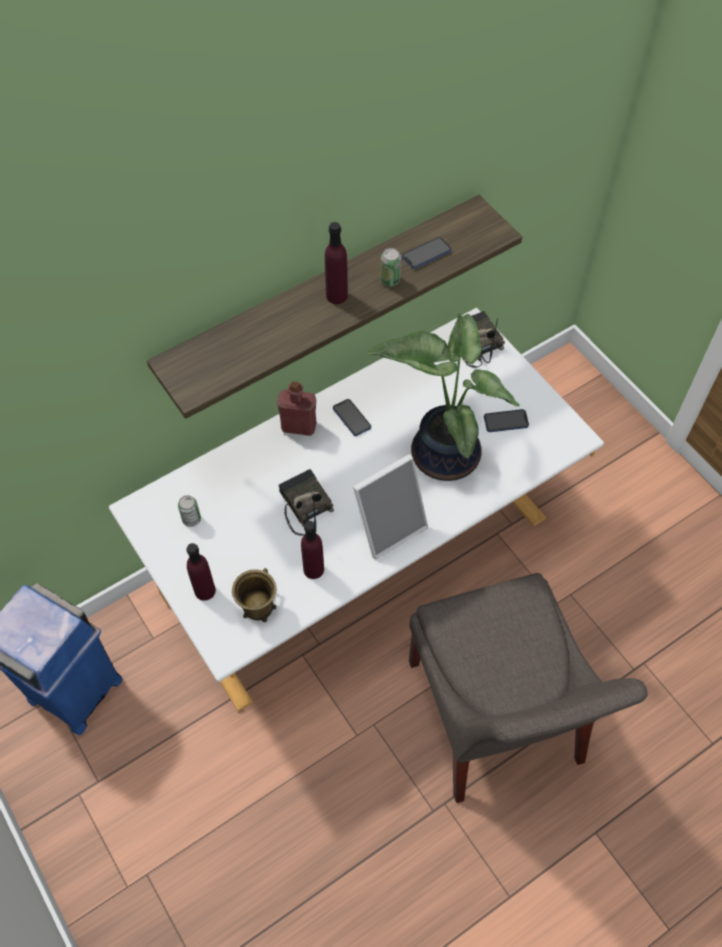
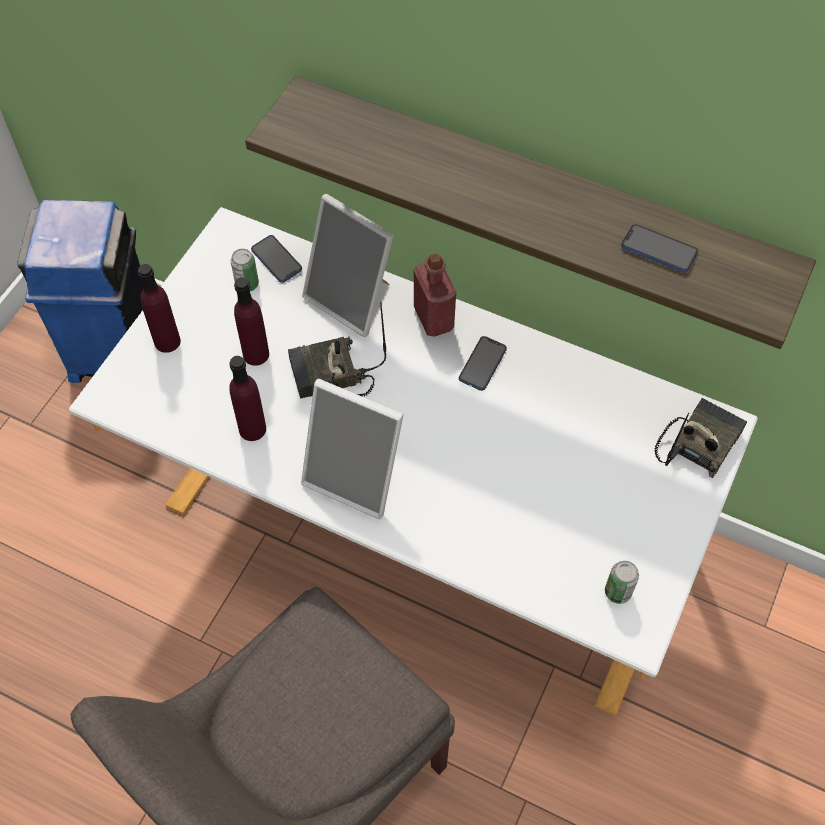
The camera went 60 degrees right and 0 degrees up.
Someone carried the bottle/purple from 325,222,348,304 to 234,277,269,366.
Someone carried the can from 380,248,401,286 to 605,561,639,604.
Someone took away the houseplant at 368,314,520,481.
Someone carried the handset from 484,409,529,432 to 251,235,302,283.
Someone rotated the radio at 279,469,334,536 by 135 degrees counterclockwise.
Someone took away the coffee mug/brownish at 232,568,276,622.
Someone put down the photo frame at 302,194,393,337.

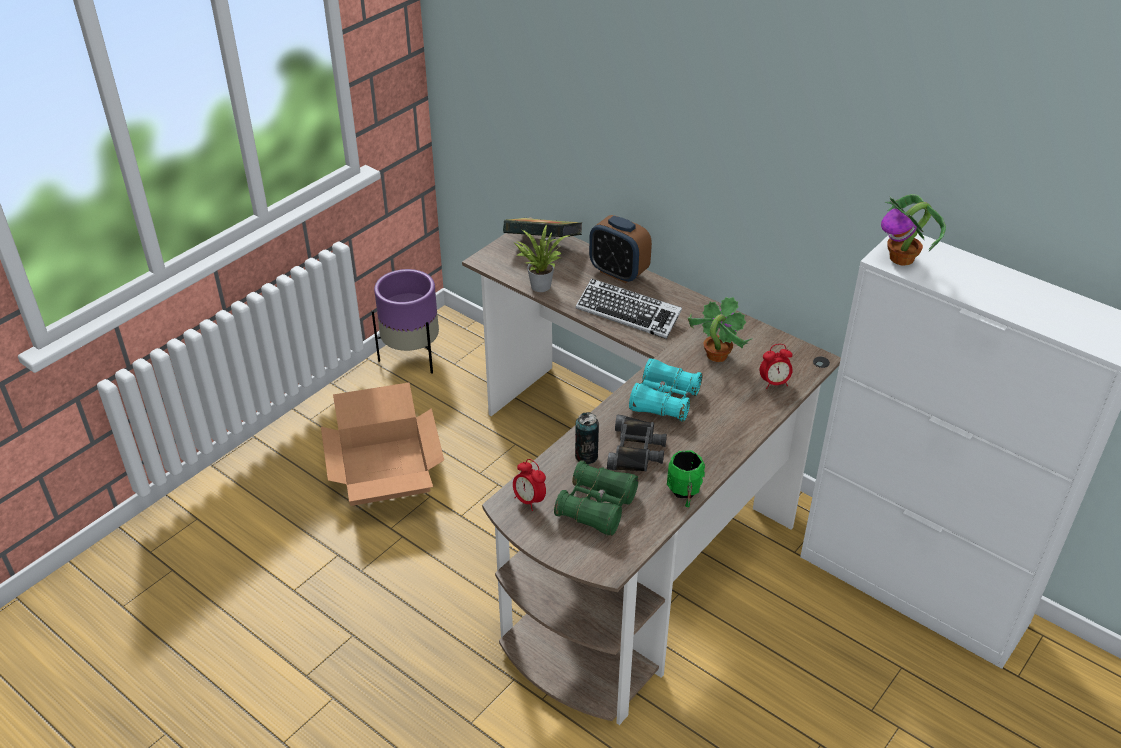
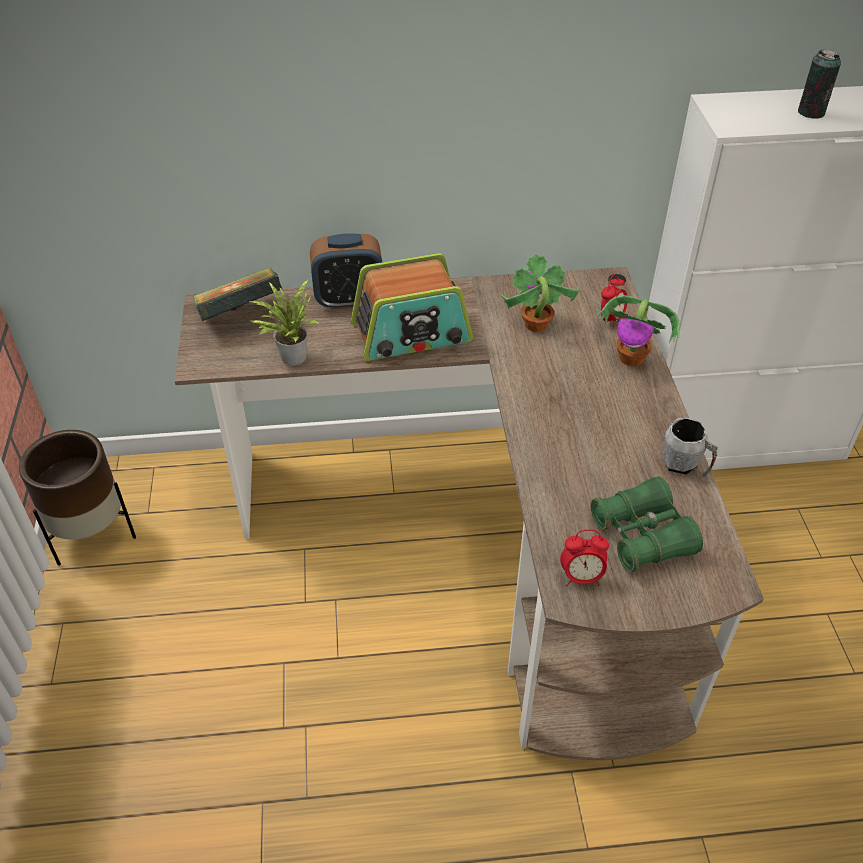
The camera went 45 degrees left and 5 degrees up.
Someone carried the houseplant from 881,194,946,266 to 597,295,680,366.
Someone repainted the flower pot/purple at 372,269,439,374, which became the flower pot/brownish at 19,430,136,566.
Someone swapped the computer keyboard at 576,278,682,339 for the radio at 351,253,473,361.
Someone took away the pair of binoculars/blue-green at 629,358,702,422.
Someone took away the cardboard box at 321,382,444,506.
Someone carried the can from 575,412,599,464 to 798,49,841,119.
Someone took away the pair of binoculars/black at 607,415,667,472.
Someone repainted the coffee mug/green-coloured at 667,450,705,507, which became the coffee mug/greyish at 662,418,719,477.

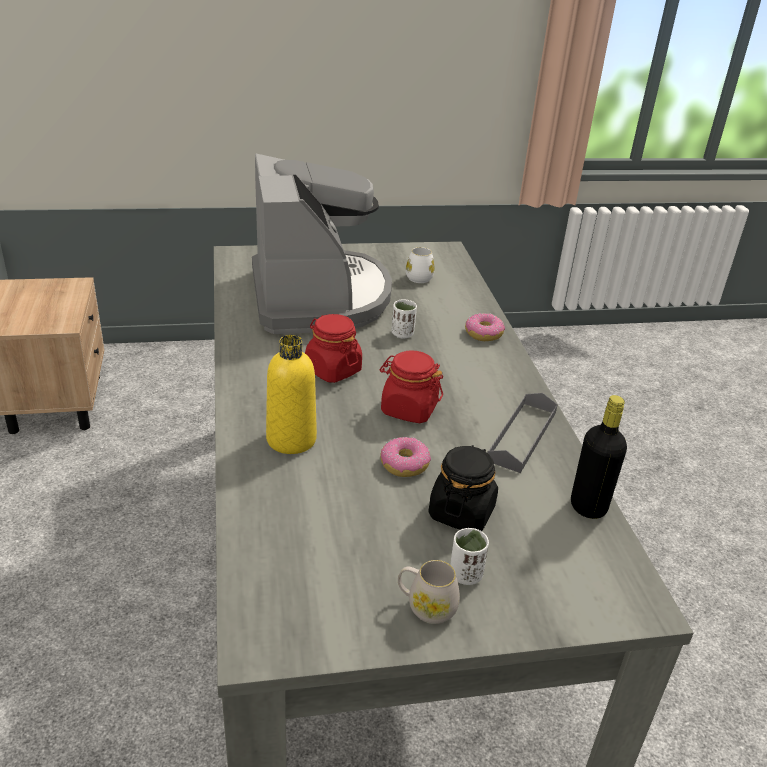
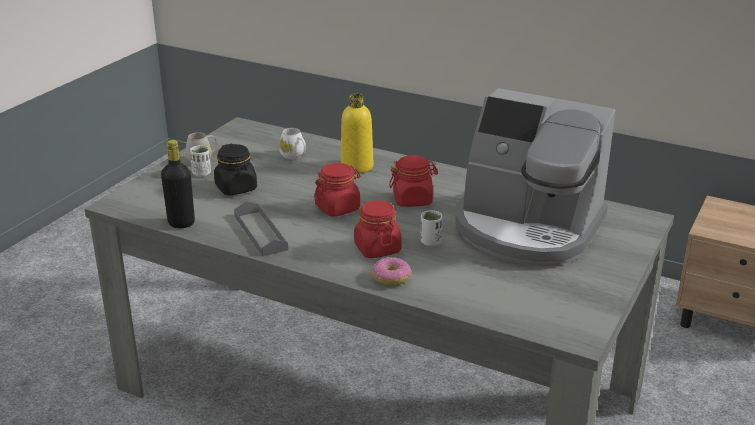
The camera went 130 degrees right and 5 degrees down.
Someone carried the coffee mug/white from 406,247,435,283 to 279,128,306,159.
Someone took away the ring doughnut at 380,437,431,477.
Someone put down the jar/red at 354,200,402,258.

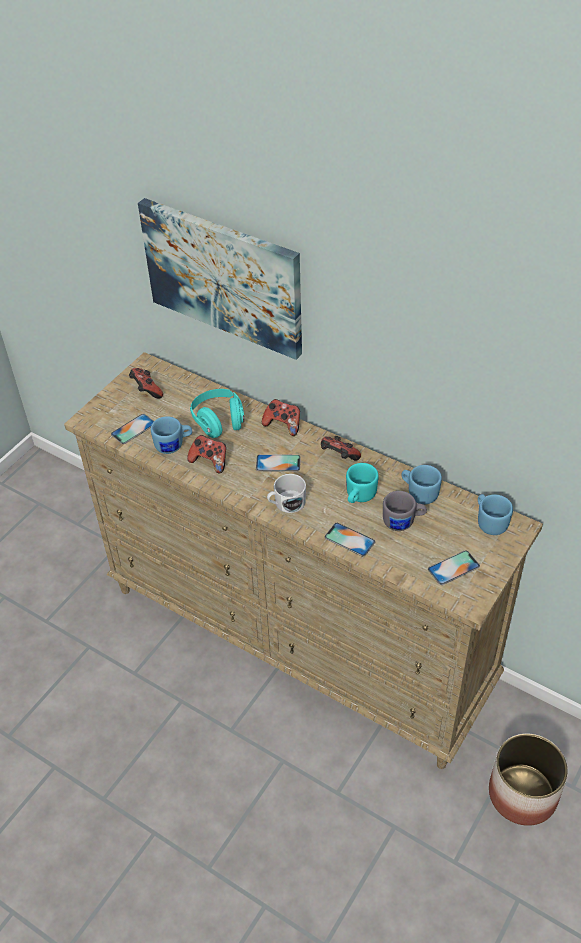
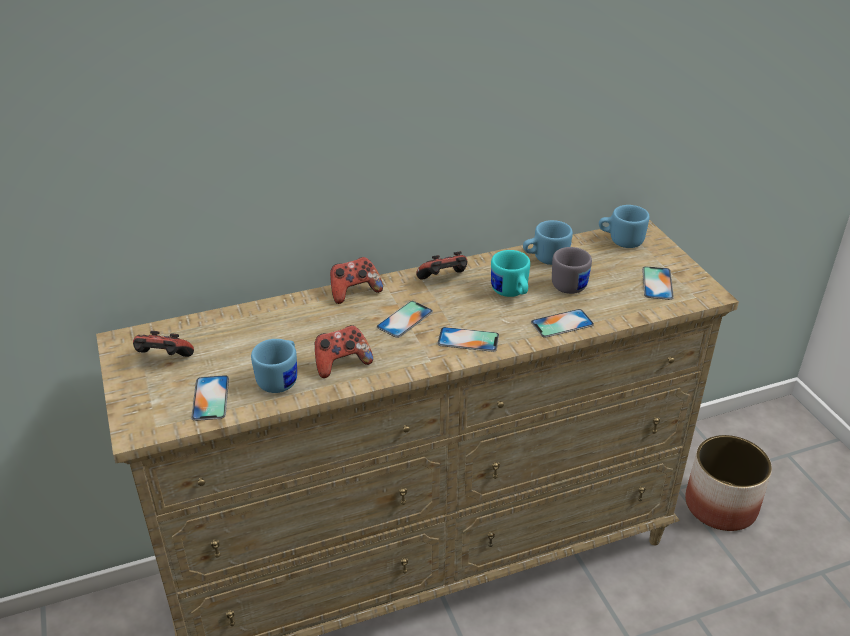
The camera went 55 degrees left and 10 degrees down.
Someone took away the wall art at 138,198,302,360.
Someone took away the pair of headphones/blue-green at 190,389,245,438.
Someone swapped the coffee mug/white at 267,474,306,513 for the handset at 437,327,499,352.

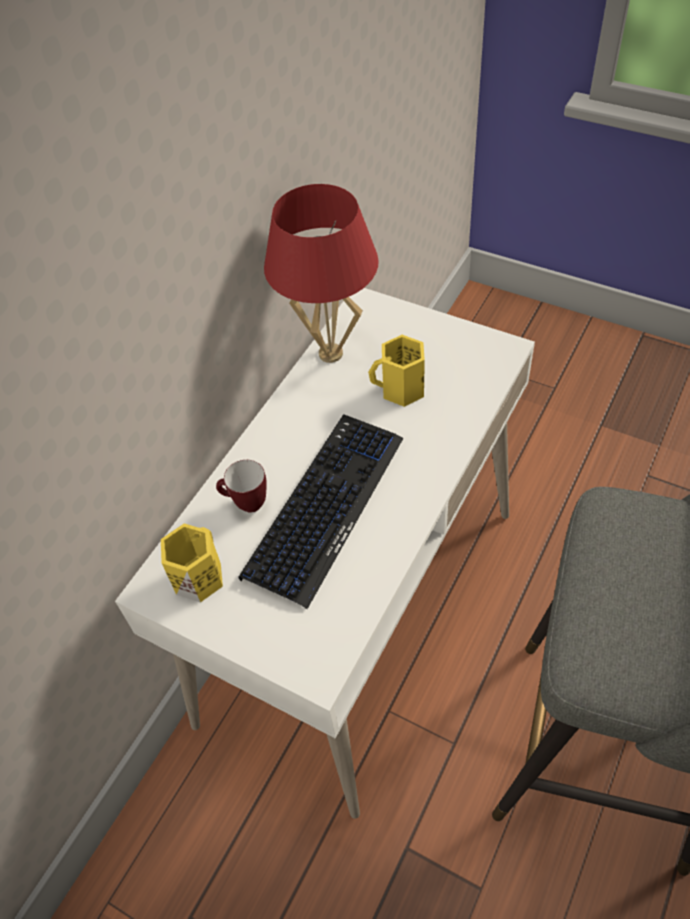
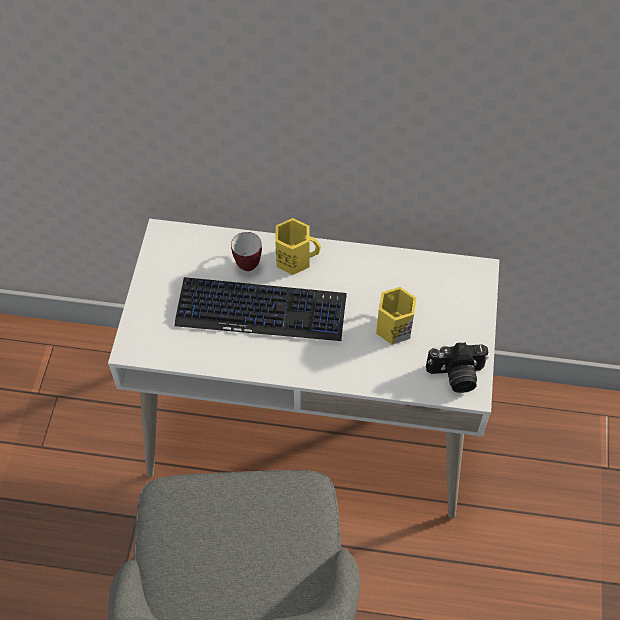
The camera went 65 degrees right and 5 degrees up.
Someone took away the lamp for a table/red at 264,184,379,363.
Someone carried the coffee mug/yellow-coloured from 161,523,223,603 to 275,218,321,275.
Someone put down the still camera at 426,342,489,393.

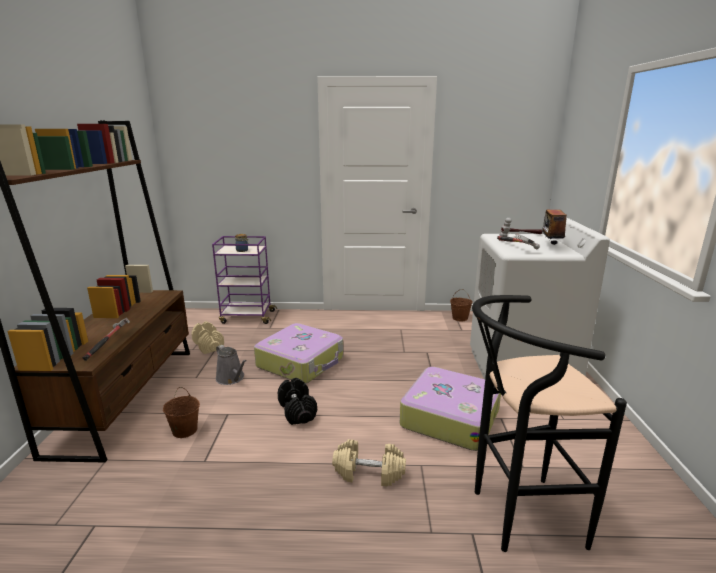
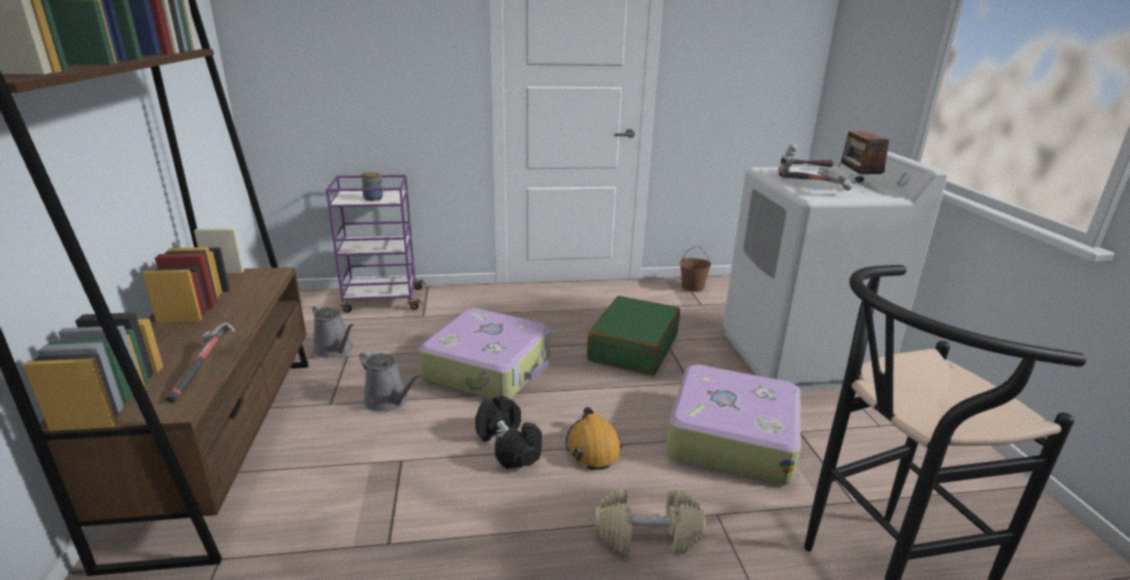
The camera went 10 degrees left and 5 degrees up.
Someone swapped the dumbbell/sand-coloured at 191,321,224,354 for the watering pot/greyish at 313,305,354,358.
Someone took away the water bucket/brownish at 163,387,200,438.
Someone put down the suitcase/green-coloured at 587,296,680,376.
Someone put down the work helmet/orange at 566,407,622,470.

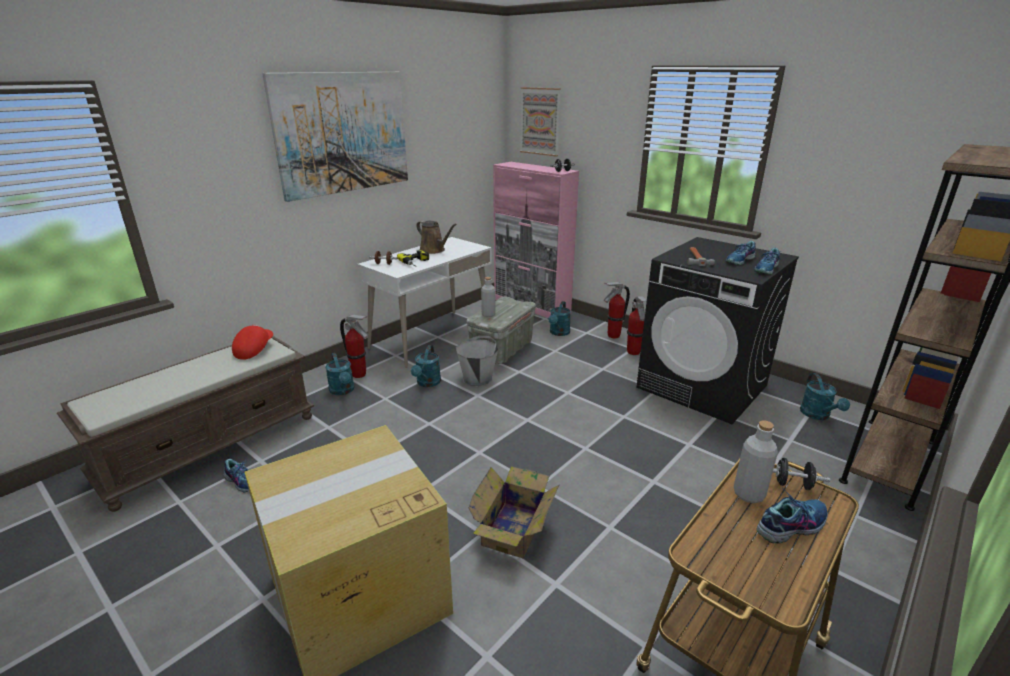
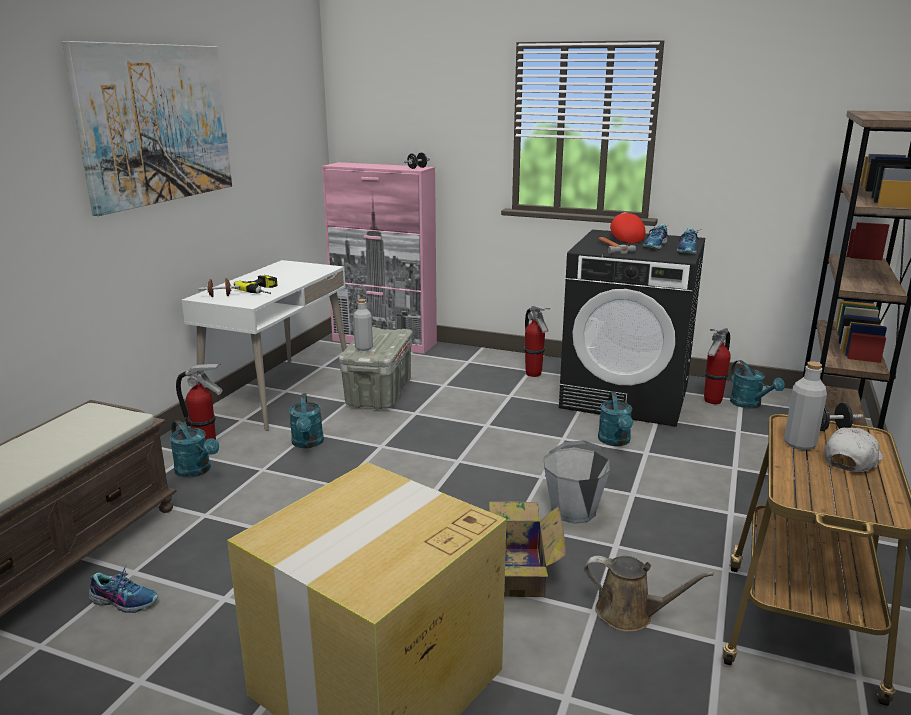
The camera went 20 degrees left and 5 degrees down.
Someone took away the wall art at 520,87,561,156.
Someone carried the watering pot/brownish from 416,221,457,254 to 584,556,714,632.
Someone carried the fire-fighting cylinder from 604,282,630,339 to 704,326,731,404.
Someone carried the watering pot/blue-green from 548,301,571,336 to 598,391,633,446.
Someone carried the baseball cap/red from 232,325,273,360 to 610,212,646,243.
Someone carried the water bucket/greyish from 456,336,498,386 to 544,440,610,524.
Someone swapped the item of footwear at 757,487,828,544 for the baseball cap/white at 824,428,883,472.

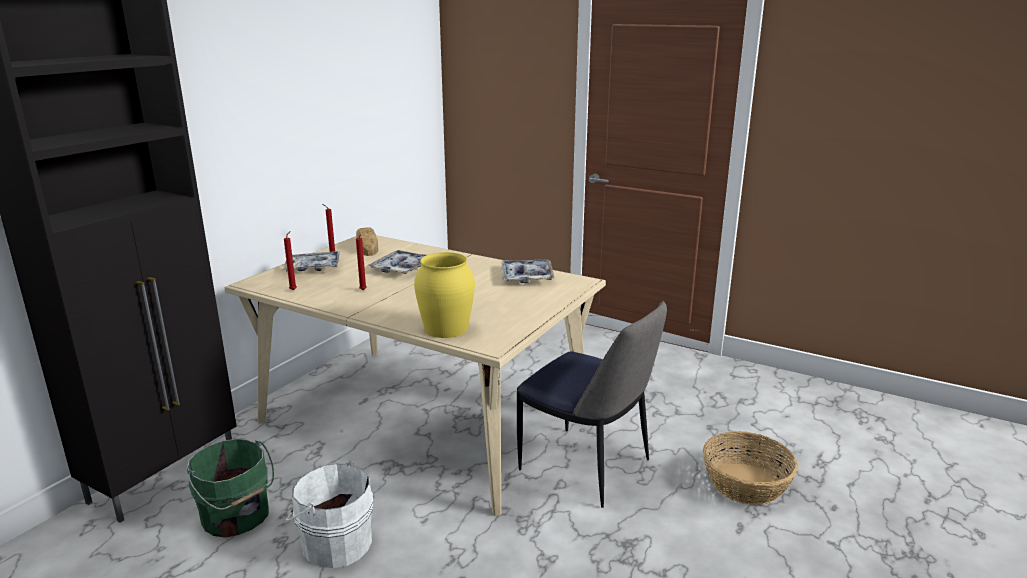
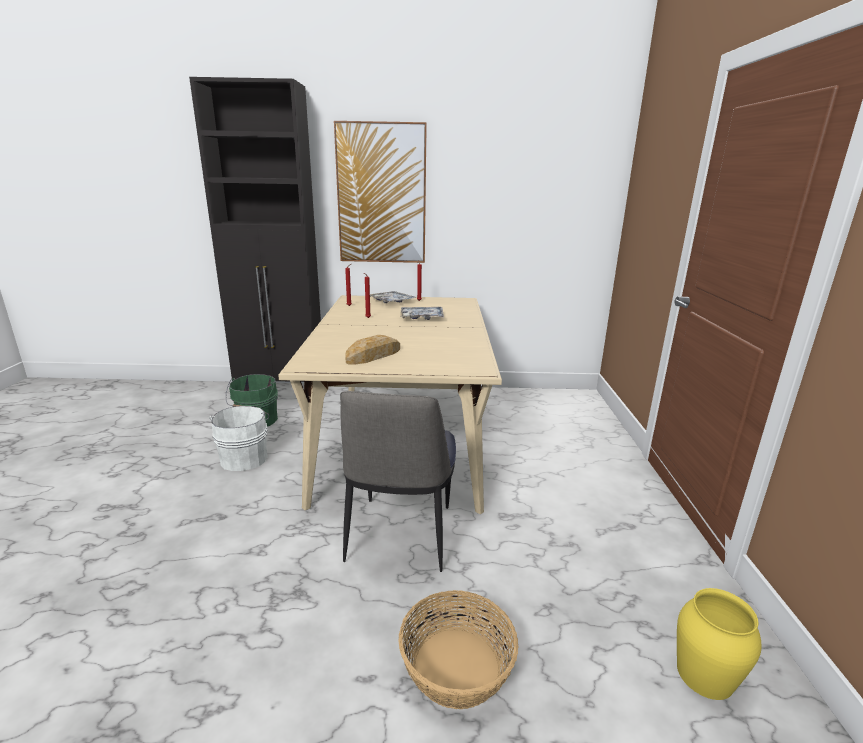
The camera went 60 degrees right and 0 degrees up.
Someone carried the baked bread from 356,227,378,256 to 345,335,400,365.
Someone carried the decorative vase/yellow-coloured from 414,252,475,338 to 677,588,761,700.
Someone took away the serving tray at 501,259,554,283.
Someone put up the wall art at 334,121,427,263.

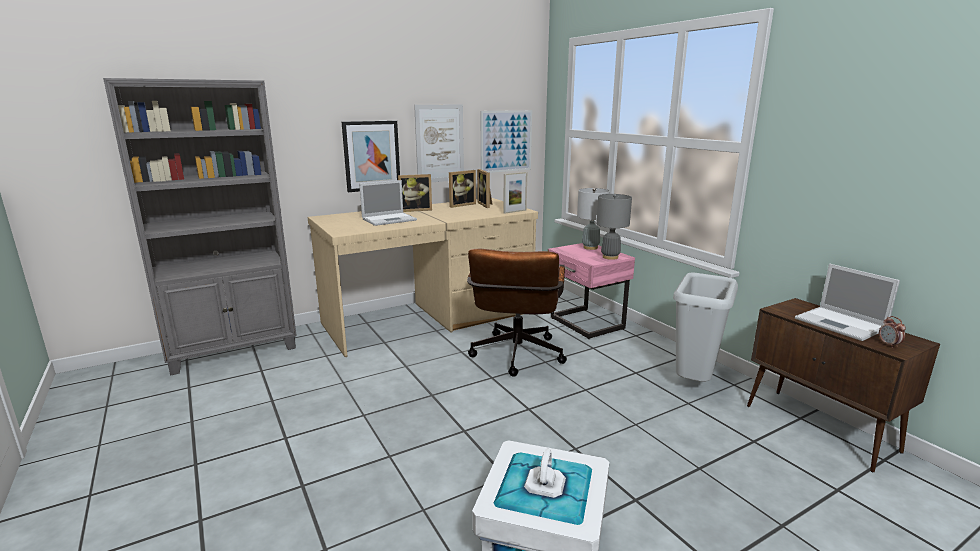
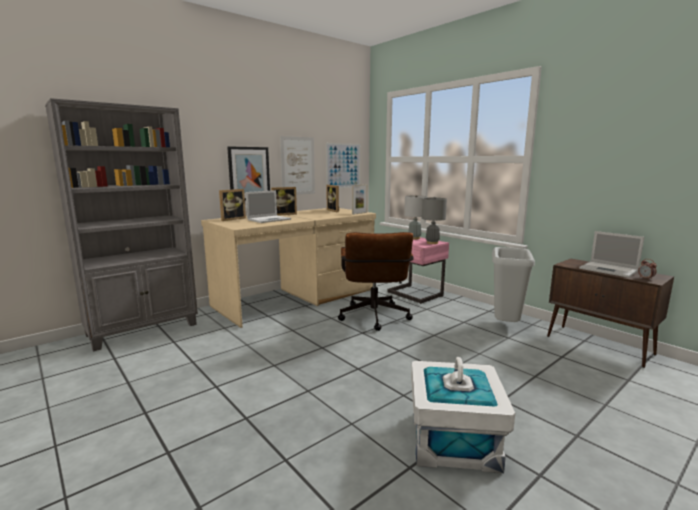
The camera went 10 degrees left and 5 degrees down.
Someone carried the photo frame from 449,170,476,208 to 219,189,246,221.

